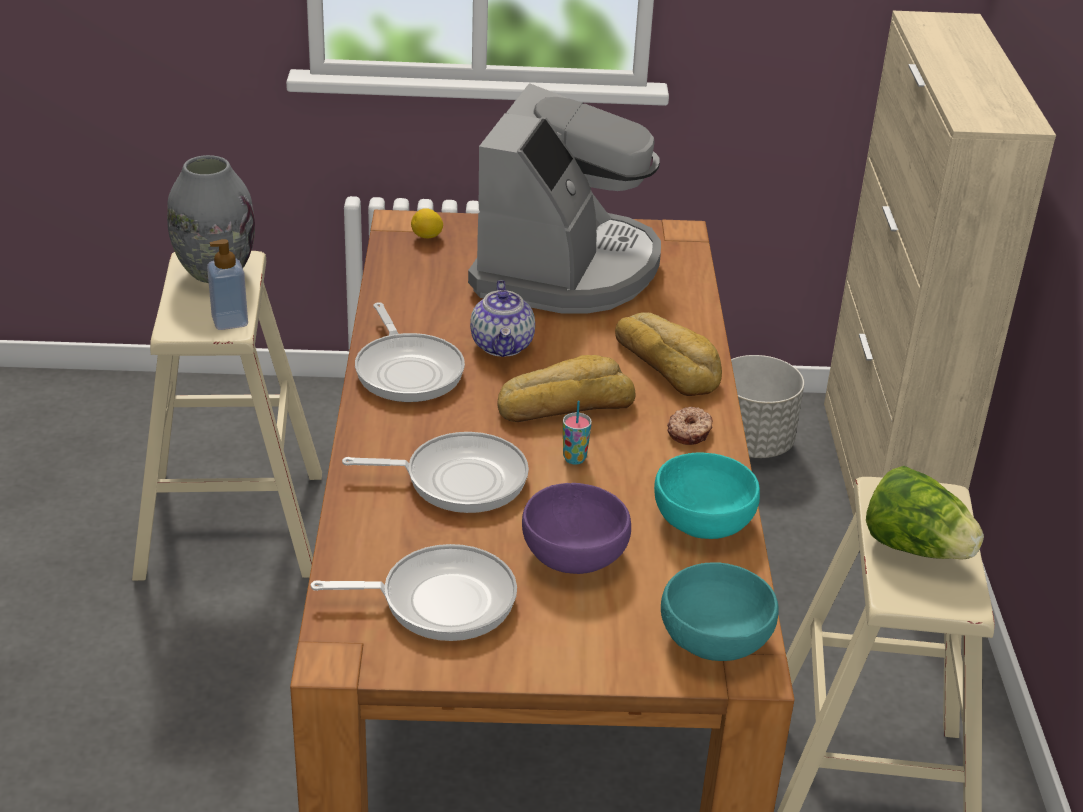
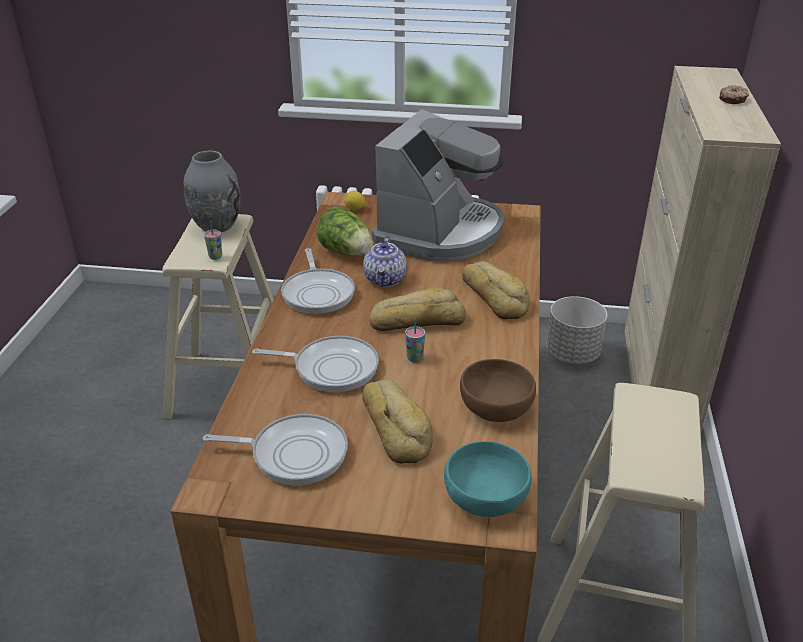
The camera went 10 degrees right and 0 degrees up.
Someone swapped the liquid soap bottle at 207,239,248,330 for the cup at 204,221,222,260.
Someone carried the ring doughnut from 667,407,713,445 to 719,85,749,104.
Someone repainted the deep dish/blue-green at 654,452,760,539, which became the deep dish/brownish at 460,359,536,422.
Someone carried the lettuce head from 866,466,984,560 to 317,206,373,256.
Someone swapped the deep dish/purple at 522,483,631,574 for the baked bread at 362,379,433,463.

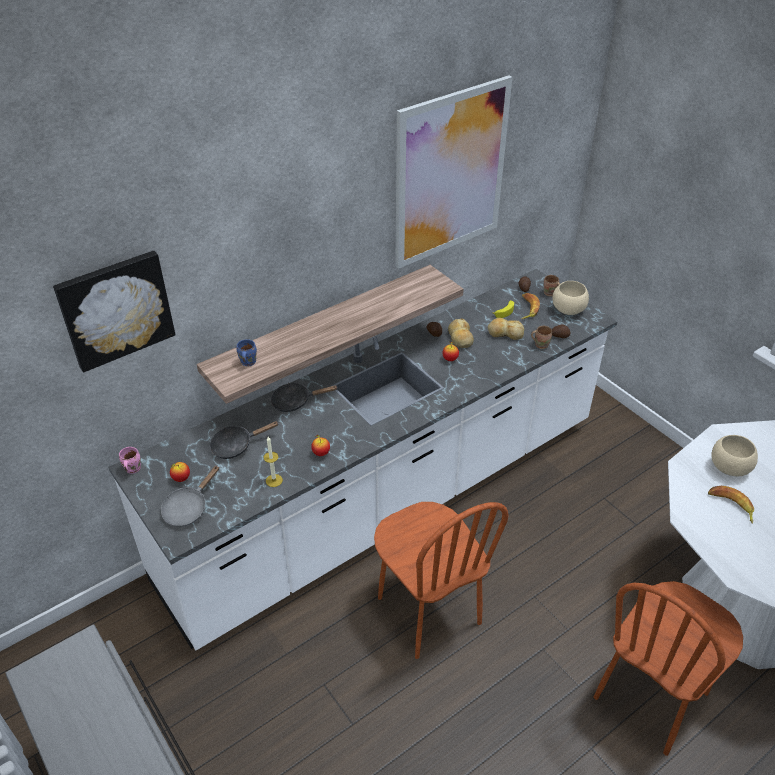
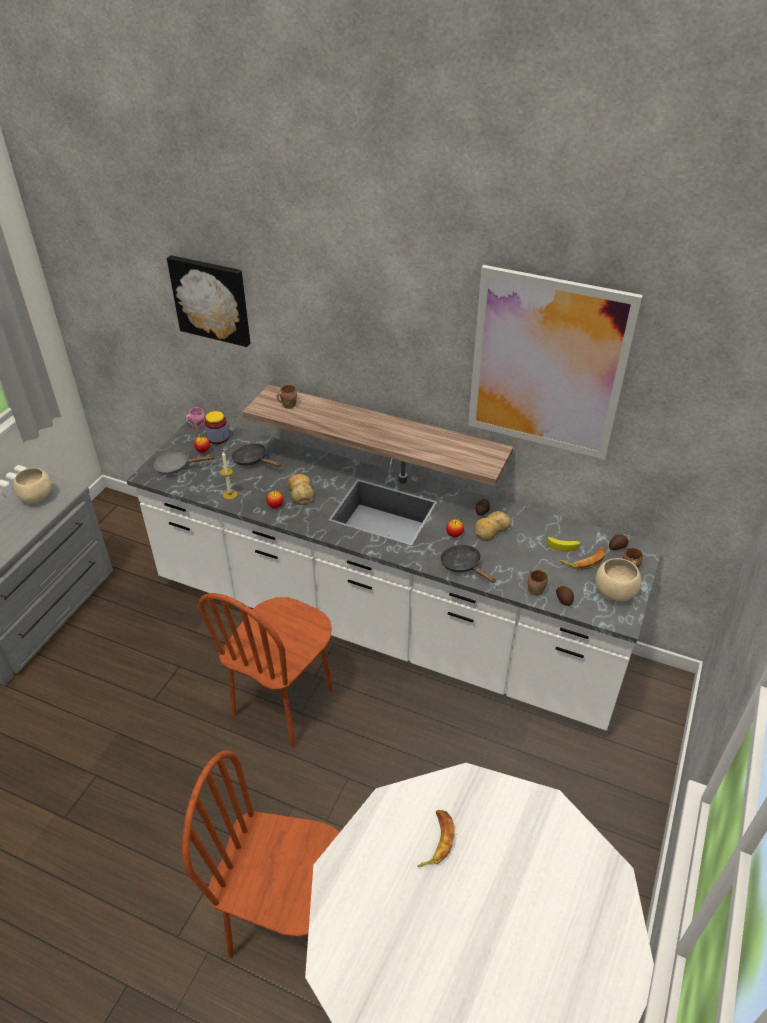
The camera went 60 degrees right and 0 degrees up.
Someone carried the baked bread from 488,318,524,340 to 288,474,314,505.
Someone repainted the coffee mug/bluish at 236,339,257,366, which became the coffee mug/brownish at 277,384,297,409.
Someone carried the frying pan/black from 270,383,337,412 to 440,545,496,583.
Someone carried the deep dish/sand-coloured from 711,435,758,476 to 13,468,51,503.
Someone put down the jar at 205,411,229,444.

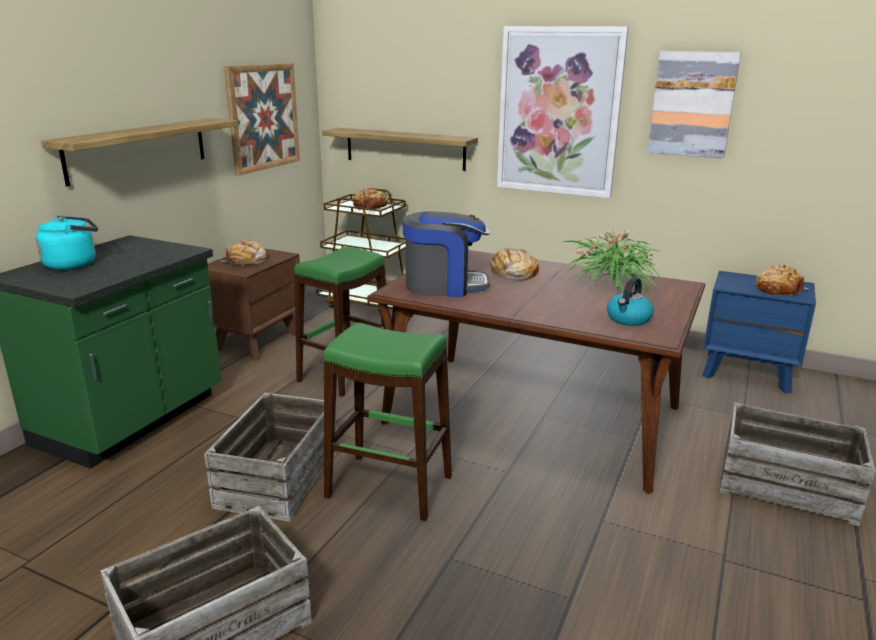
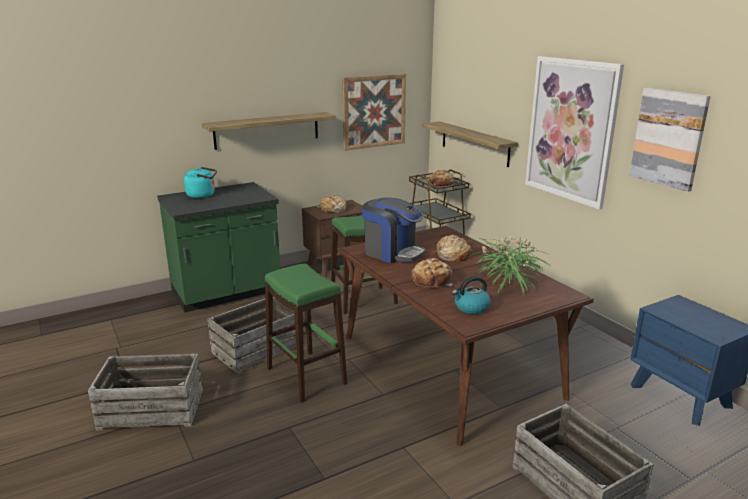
The camera went 35 degrees right and 0 degrees up.
Someone carried the baked bread from 756,264,809,297 to 411,258,453,288.

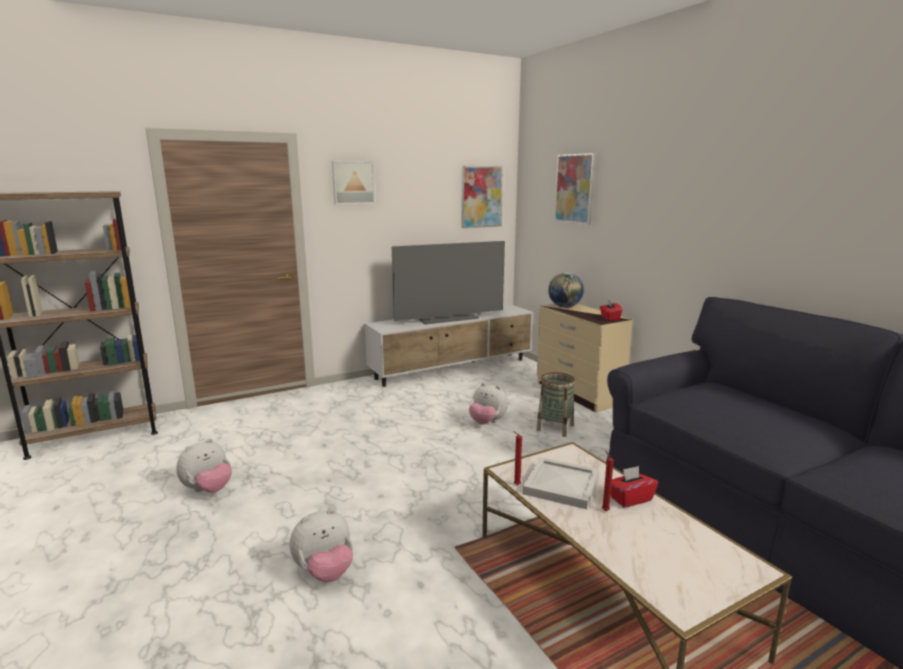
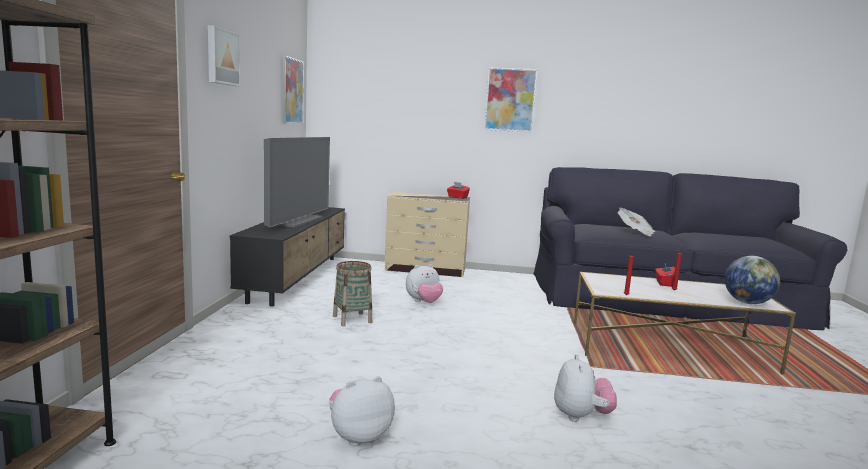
The camera went 55 degrees left and 5 degrees down.
Someone carried the wall art from 554,153,596,225 to 484,67,537,132.
Someone carried the world globe from 548,272,584,308 to 725,256,780,304.
Someone repainted the tv unit/white at 364,304,533,387, which became the tv unit/black at 230,207,345,307.
Someone carried the household basket from 536,372,575,437 to 333,261,372,326.
Someone rotated the soft toy at 176,438,232,493 by 105 degrees counterclockwise.
Someone took away the serving tray/white at 523,457,599,509.
Someone put down the daily paper at 618,208,655,236.

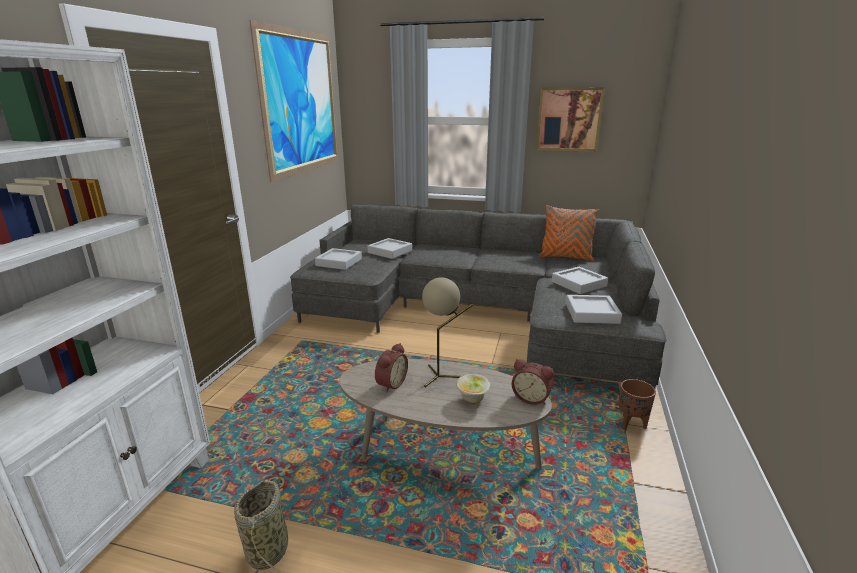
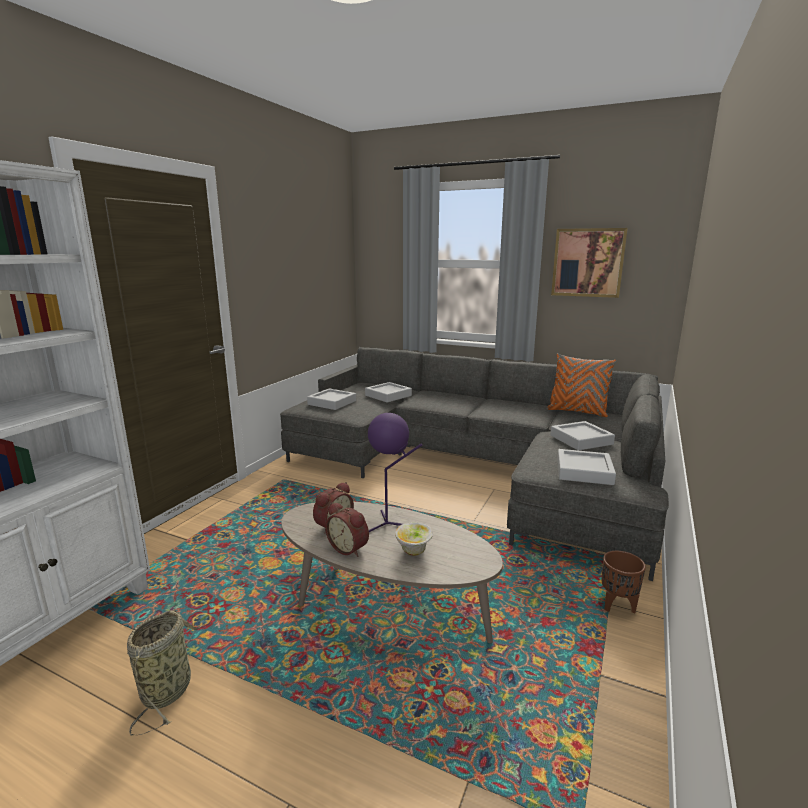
The camera went 10 degrees right and 5 degrees down.
Someone took away the wall art at 249,20,338,182.
Someone repainted the lamp for a table/sand-coloured at 422,277,473,387, which became the lamp for a table/purple at 368,413,422,532.
Someone carried the alarm clock from 512,359,554,405 to 325,502,369,557.

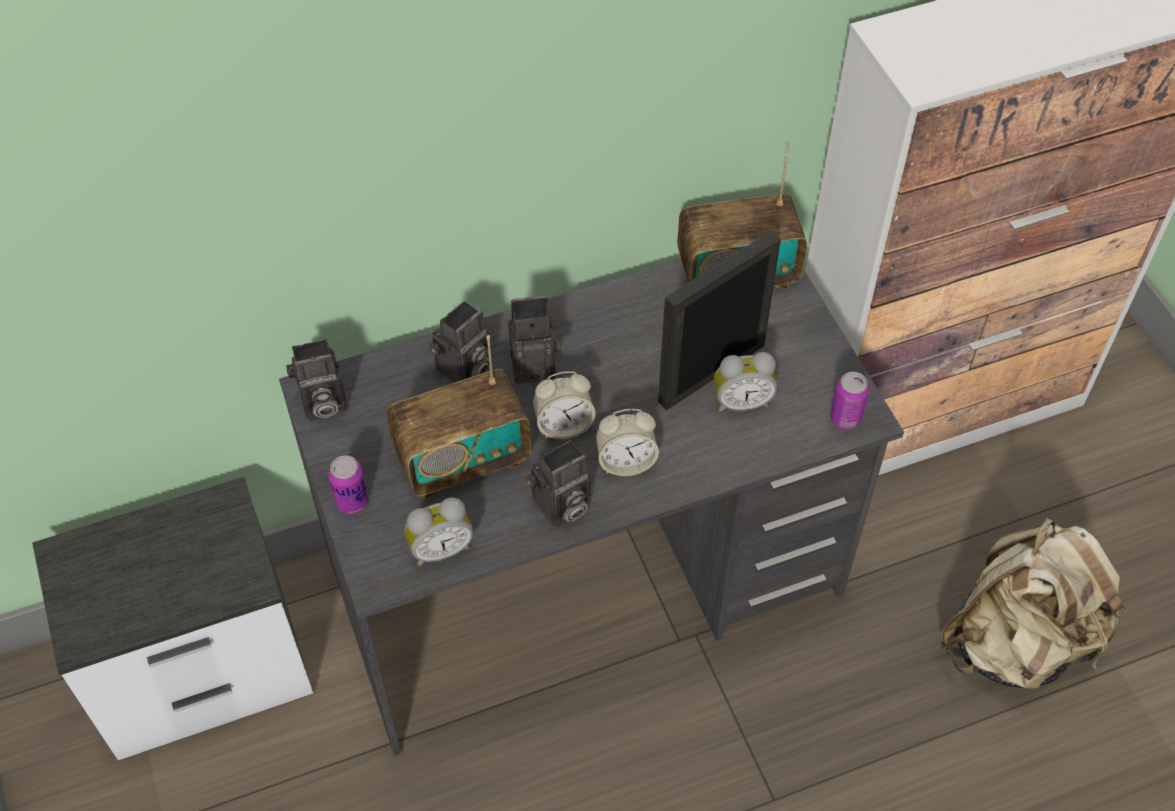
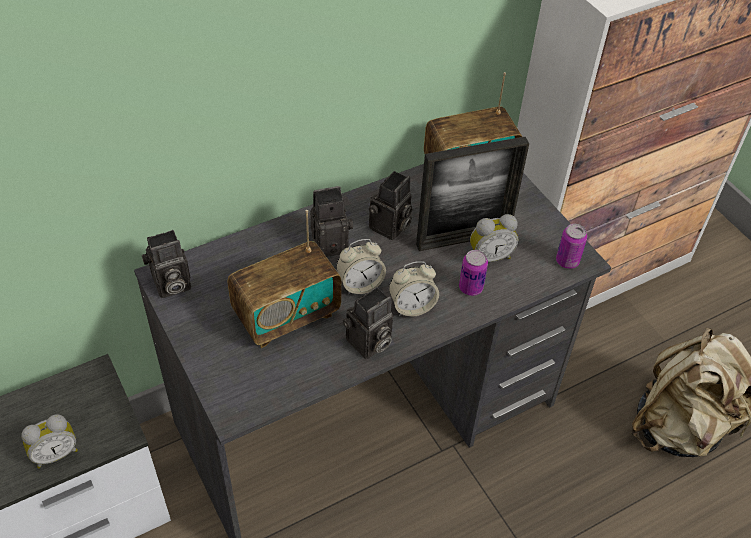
The camera went 10 degrees left and 5 degrees down.
Someone rotated the photo frame at 658,231,781,410 by 150 degrees counterclockwise.
Someone carried the still camera from 429,301,490,383 to 369,171,412,240.
Someone carried the can from 328,455,369,514 to 459,250,488,296.
Someone carried the alarm clock from 404,498,473,567 to 21,415,78,468.

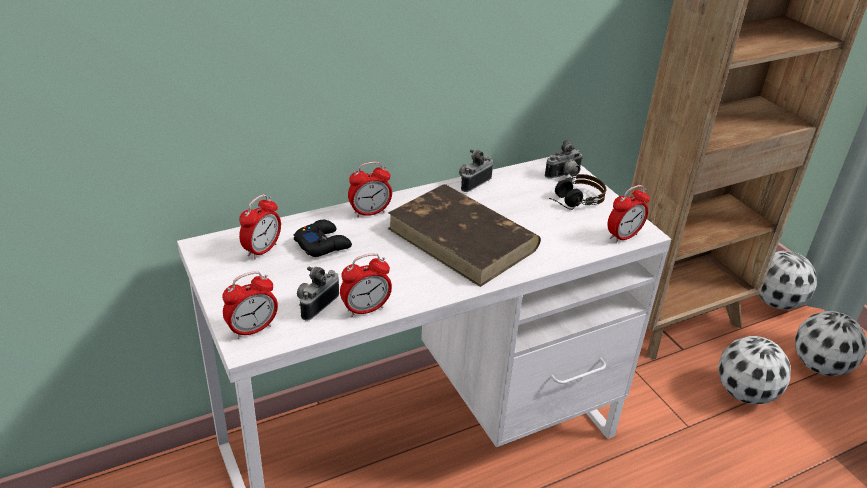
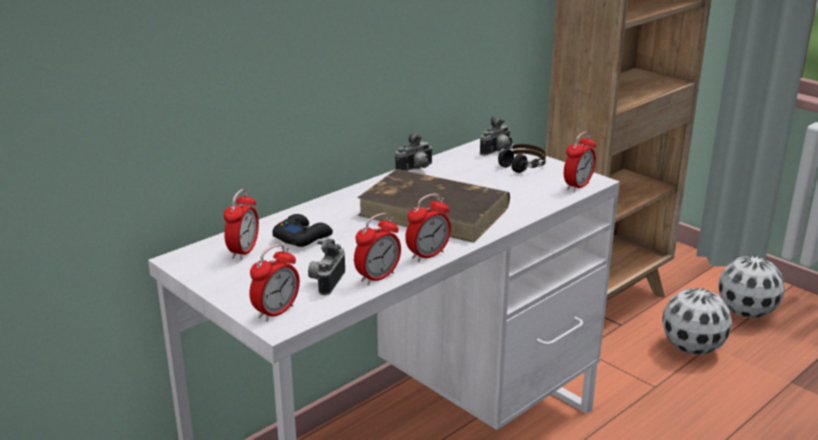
The camera went 15 degrees left and 10 degrees down.
Someone rotated the still camera at 459,149,493,192 by 150 degrees counterclockwise.
Someone carried the alarm clock from 348,162,392,218 to 405,193,451,262.
Someone took away the ball for football at 758,251,817,310.

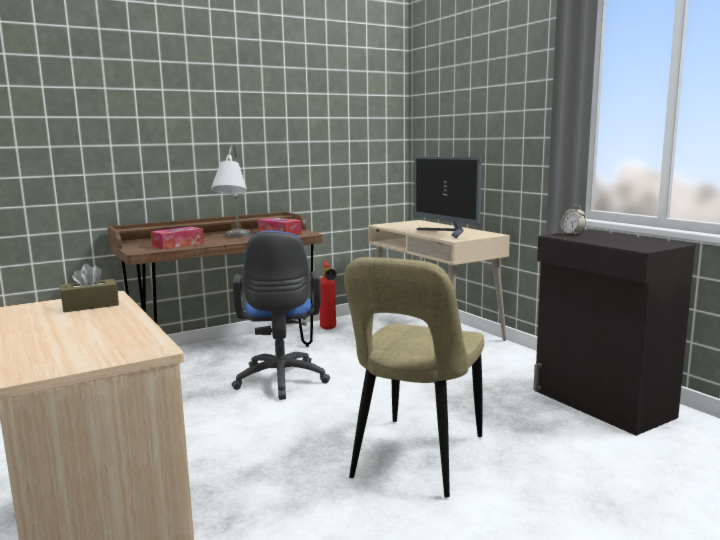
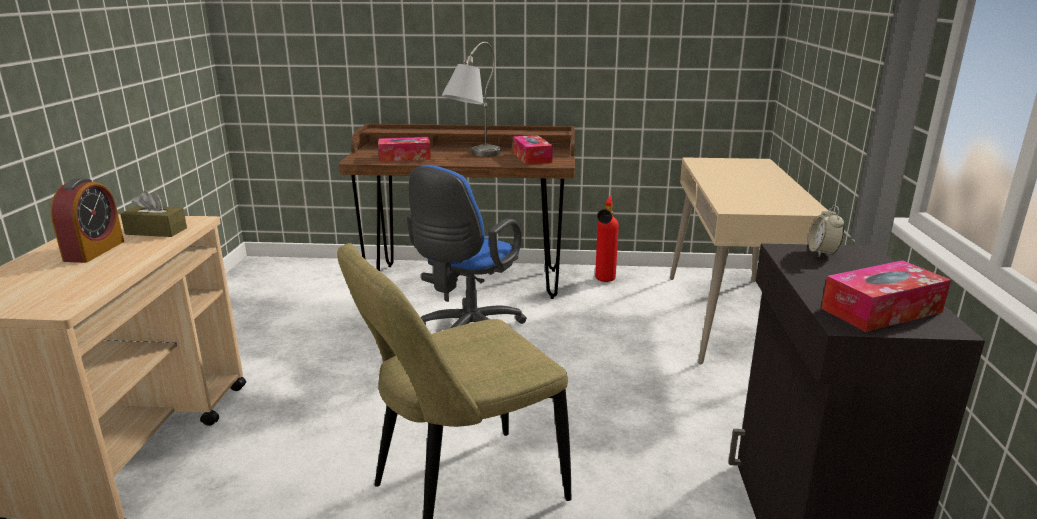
The camera went 35 degrees right and 10 degrees up.
Someone took away the computer display at 414,156,482,238.
Someone put down the alarm clock at 51,178,124,263.
Someone put down the tissue holder at 821,260,951,332.

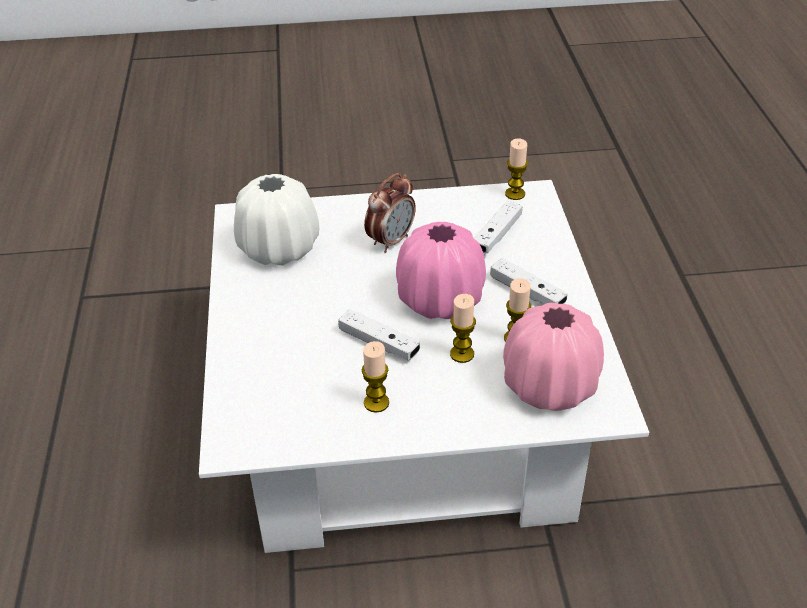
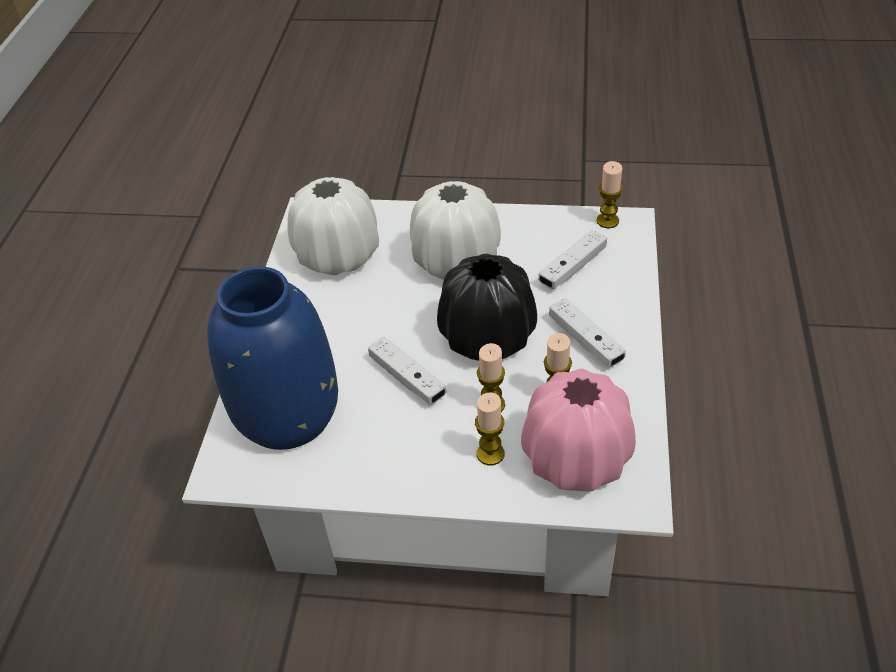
The camera went 15 degrees right and 5 degrees up.
Someone swapped the alarm clock at 364,173,416,253 for the decorative vase/white at 410,181,501,280.
Someone repainted the decorative vase/pink-coloured at 396,222,486,319, which became the decorative vase/black at 437,254,537,361.
Someone carried the wax light from 362,341,389,412 to 475,392,504,465.
Someone put down the decorative vase/bluish at 207,266,338,450.

